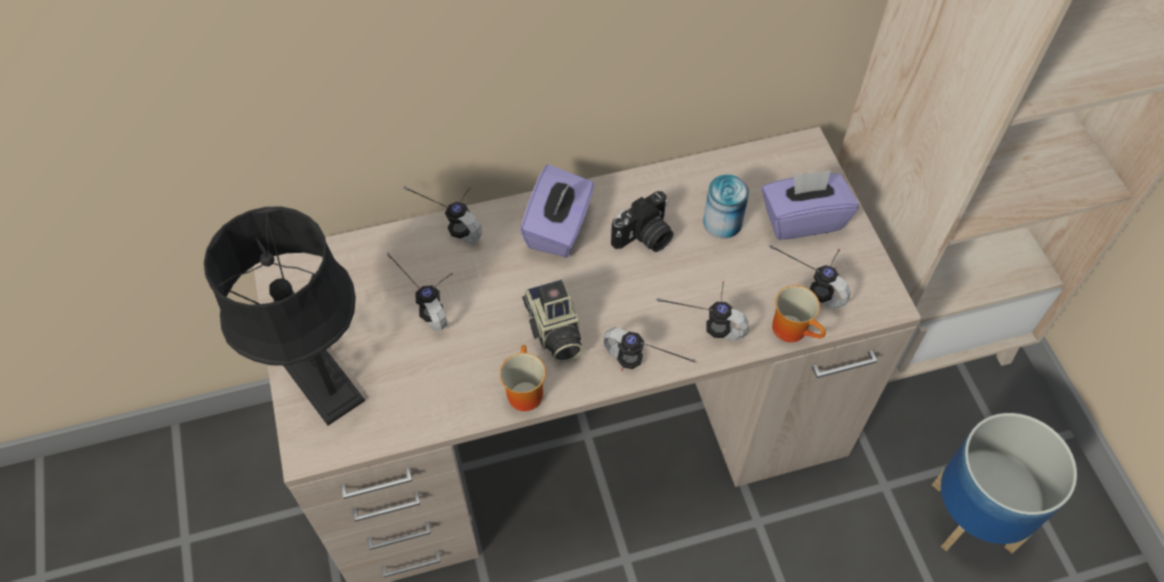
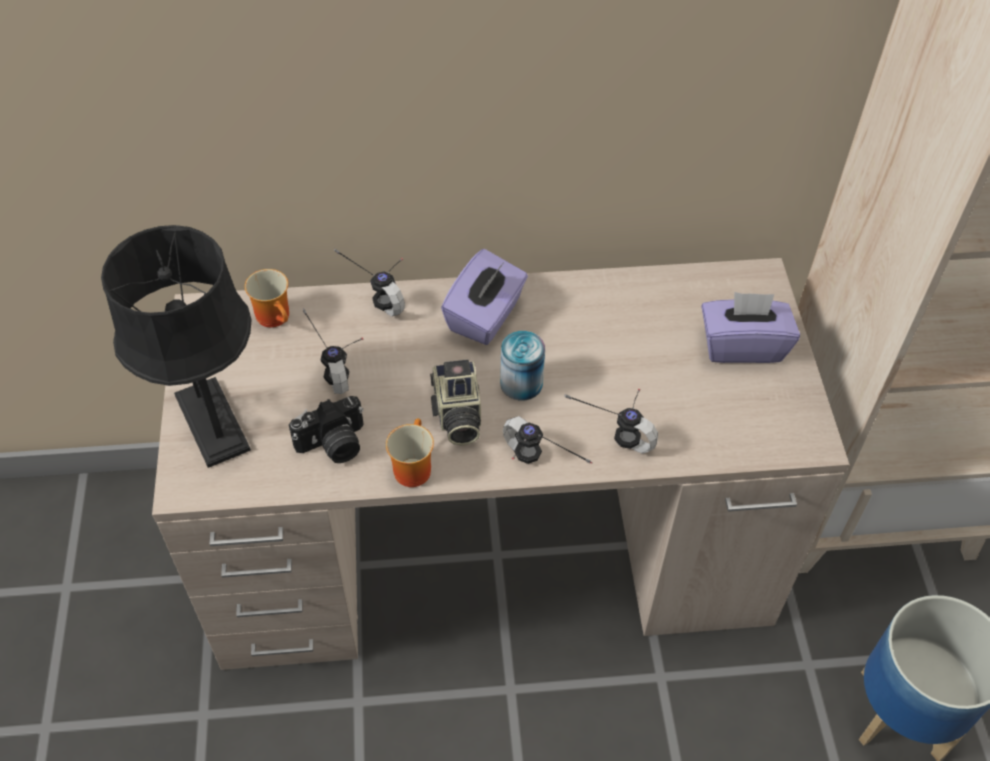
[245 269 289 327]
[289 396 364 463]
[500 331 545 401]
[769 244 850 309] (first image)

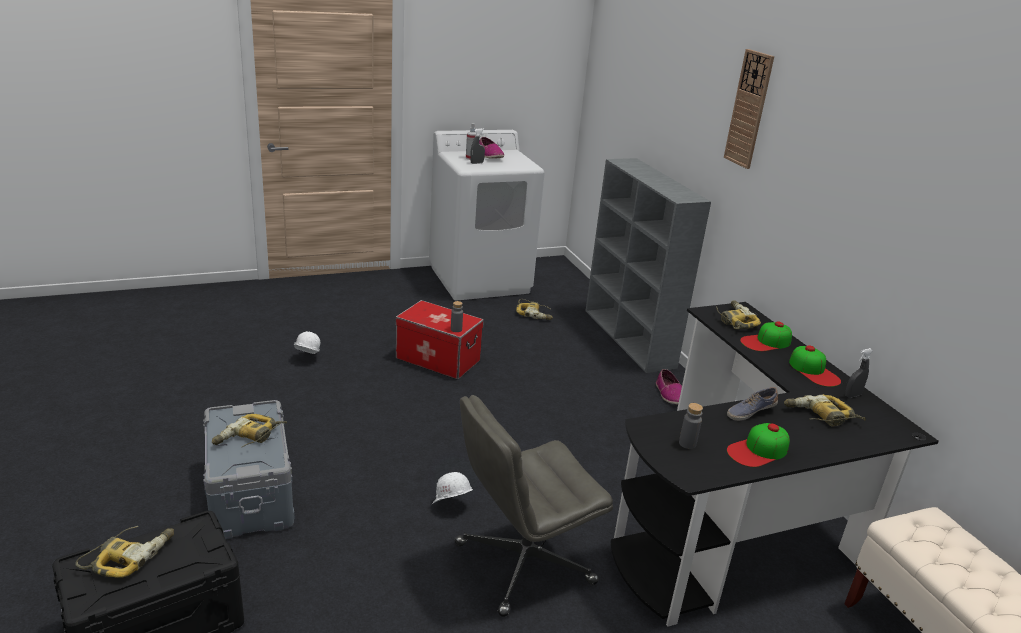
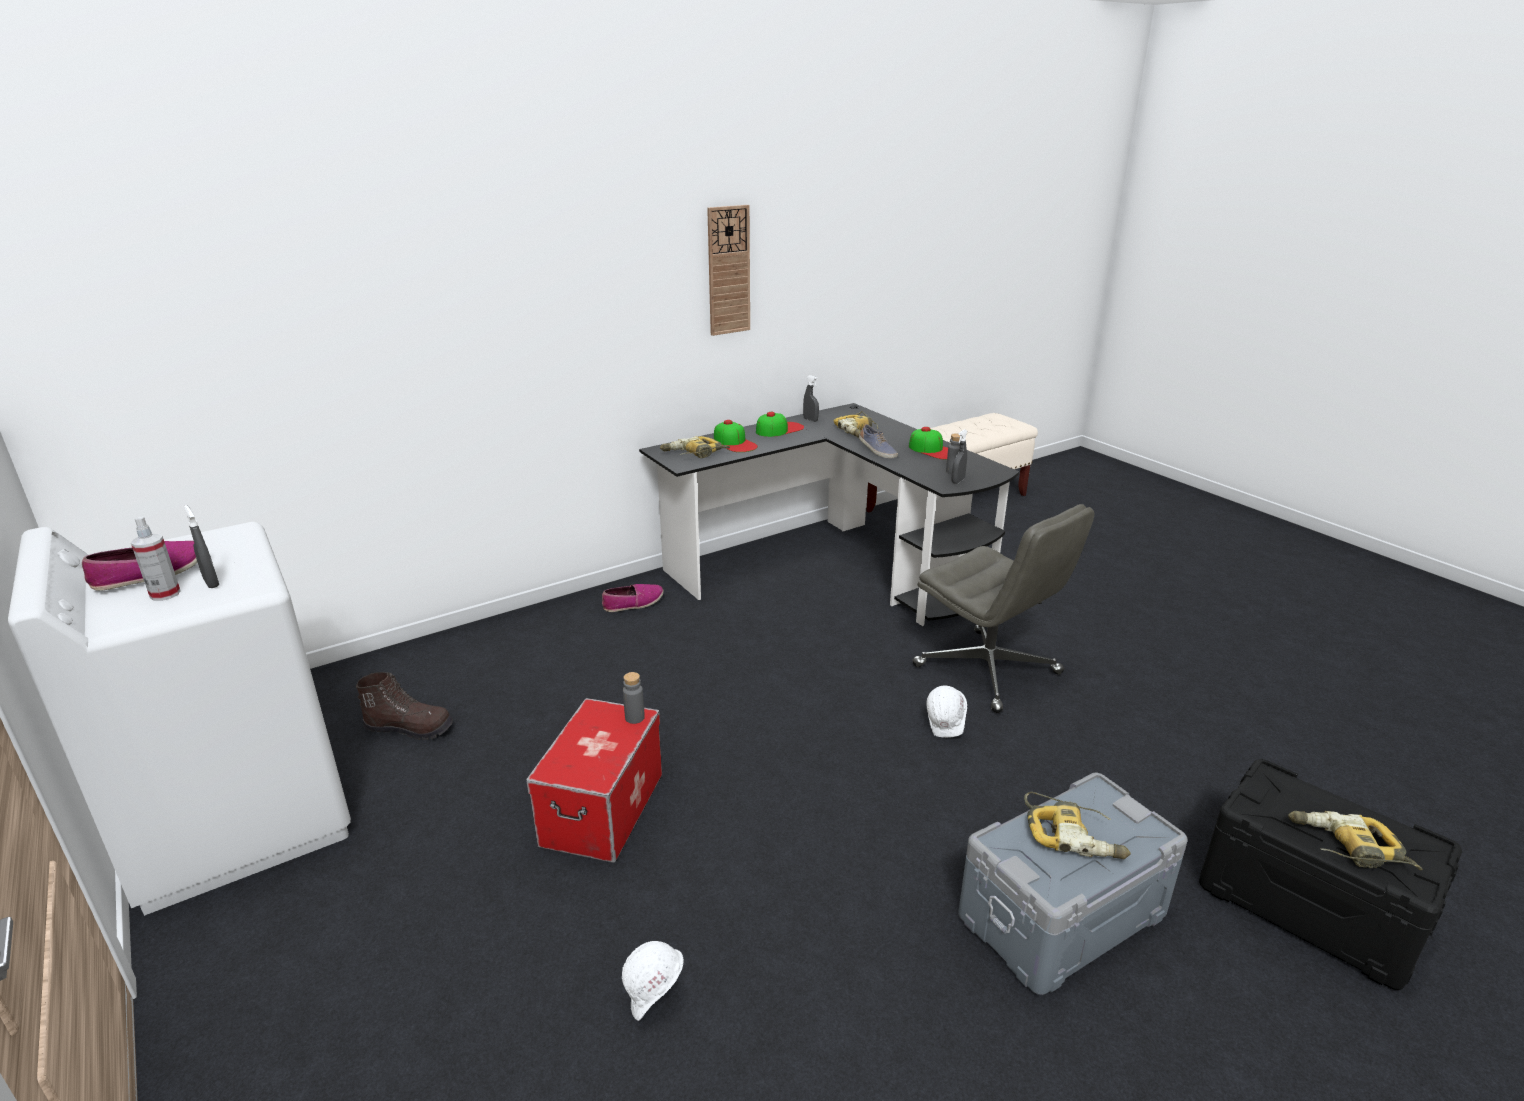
[356 672 453 740]
[707 205 750 336]
[952 429 968 484]
[586 158 711 373] (first image)

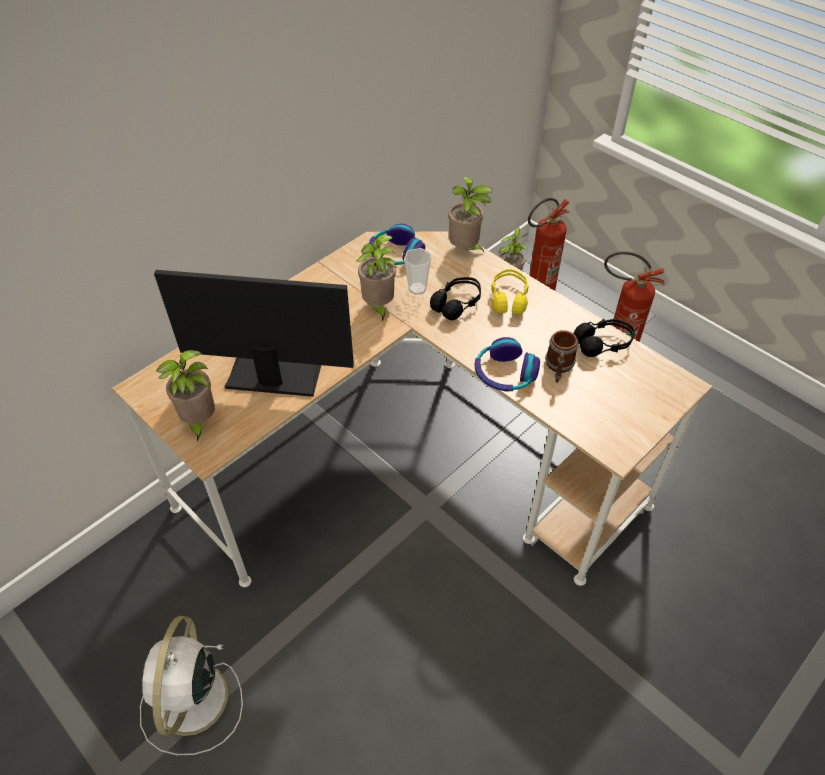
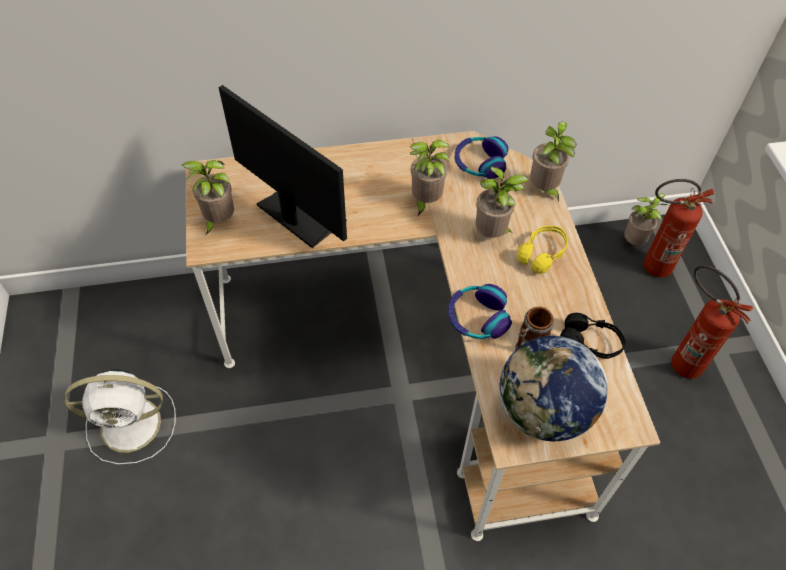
[64 369 176 465]
[476 167 529 238]
[499 336 608 441]
[404 248 432 295] (first image)

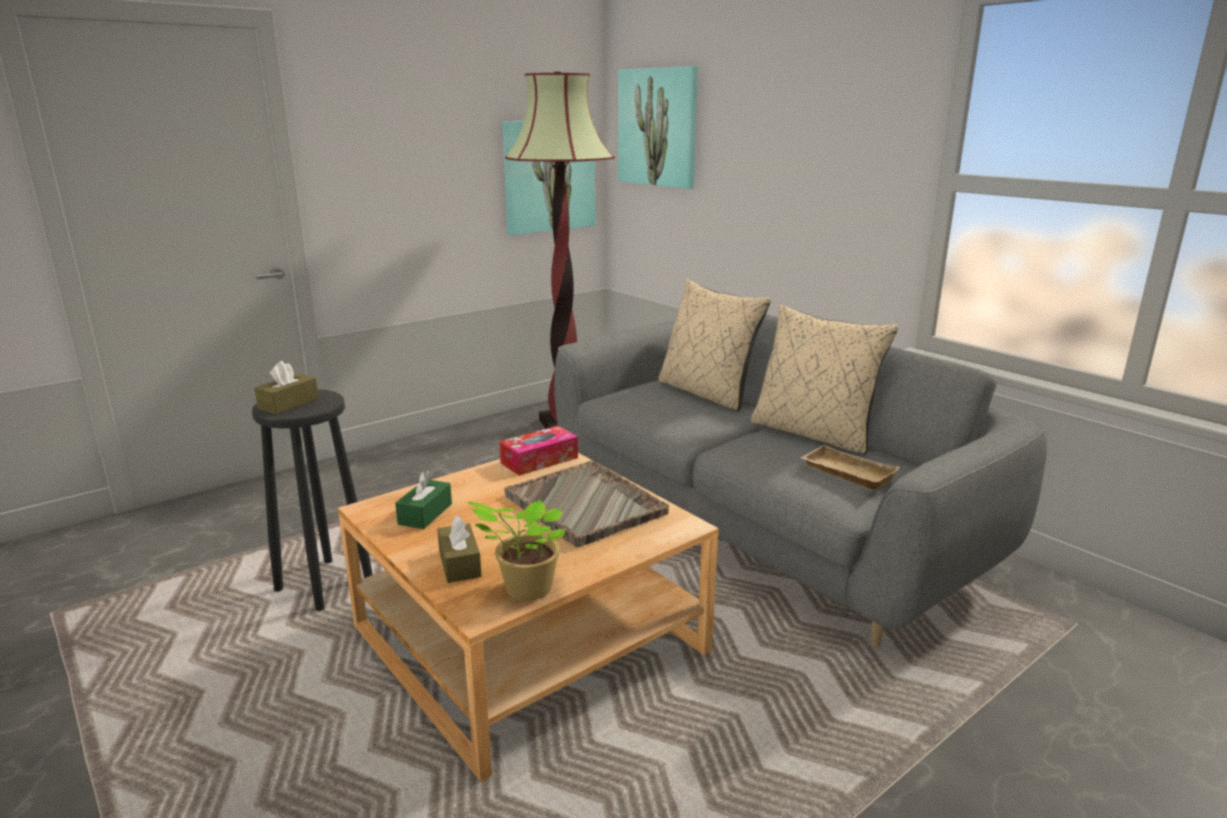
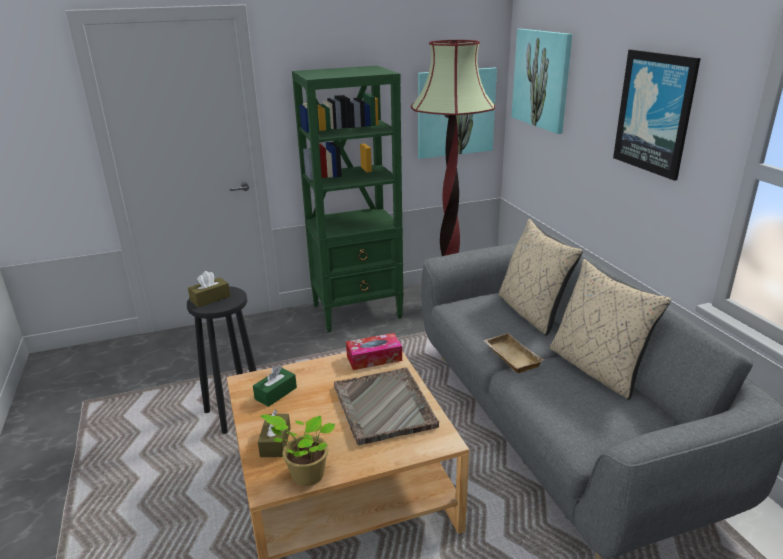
[292 66 404 332]
[483 333 544 373]
[613 49 701 181]

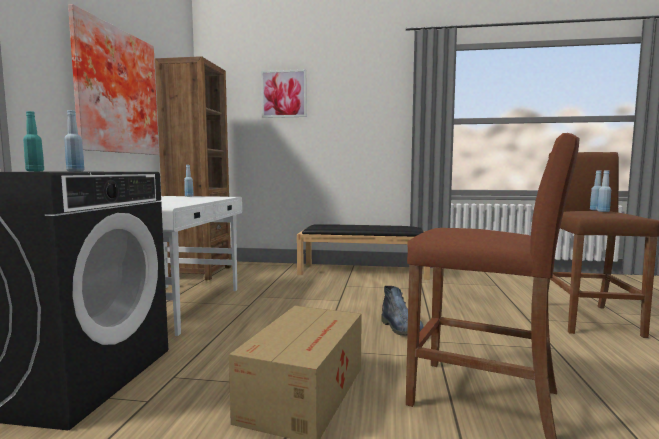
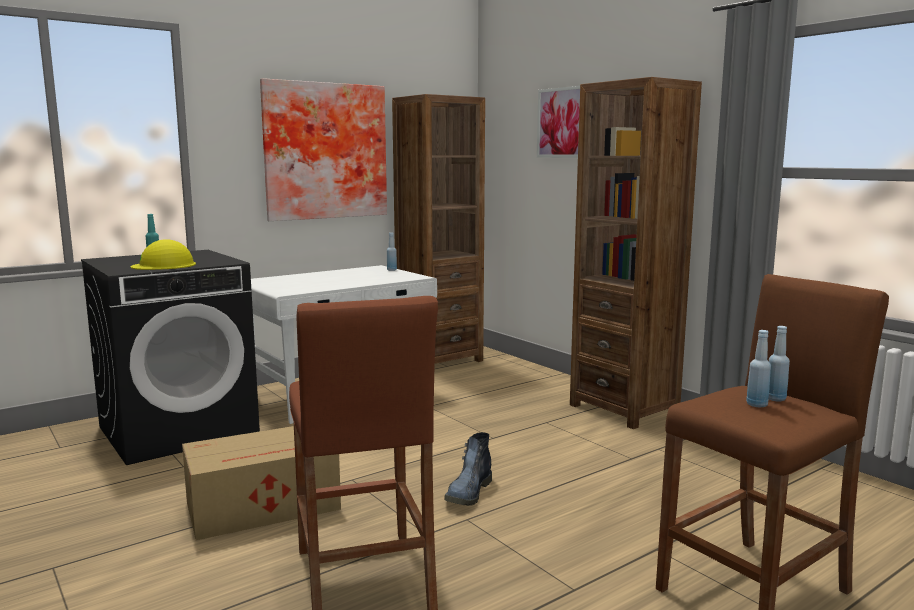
[130 239 196 270]
[570 77 702 429]

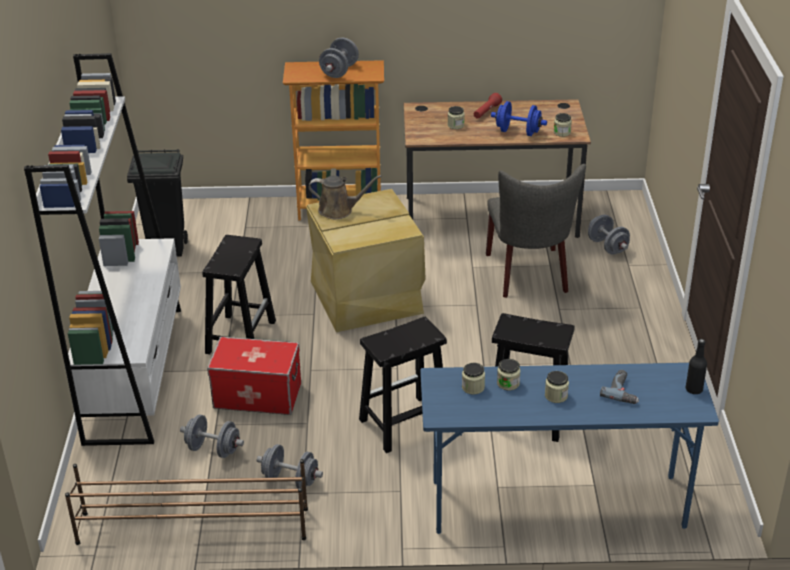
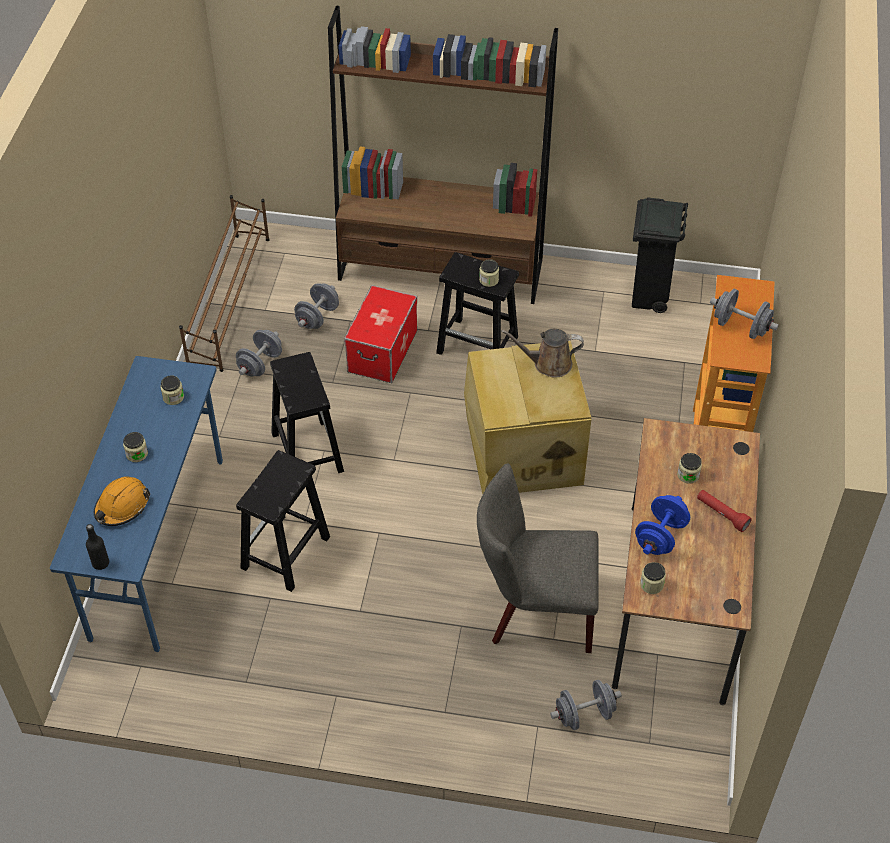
[94 476 150 526]
[328 5 558 304]
[479 259 499 287]
[501 329 584 378]

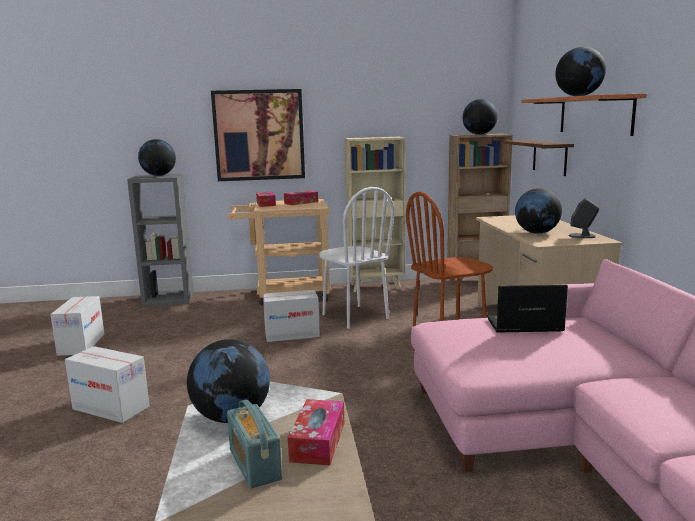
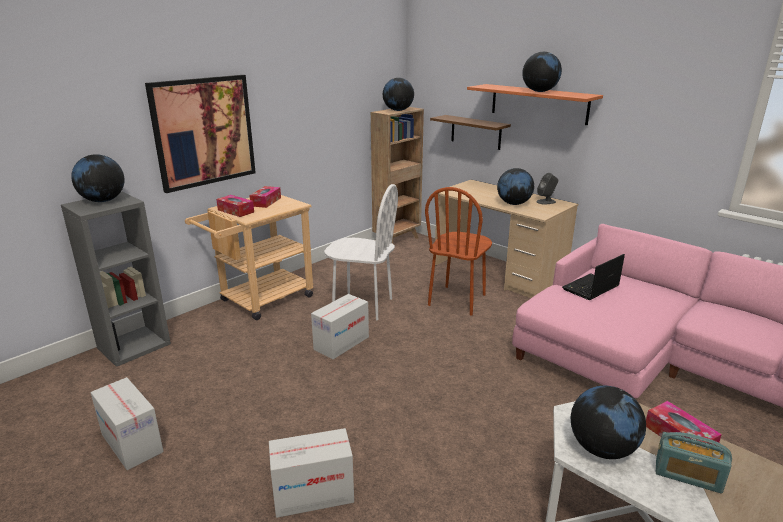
[344 137 405 292] (first image)

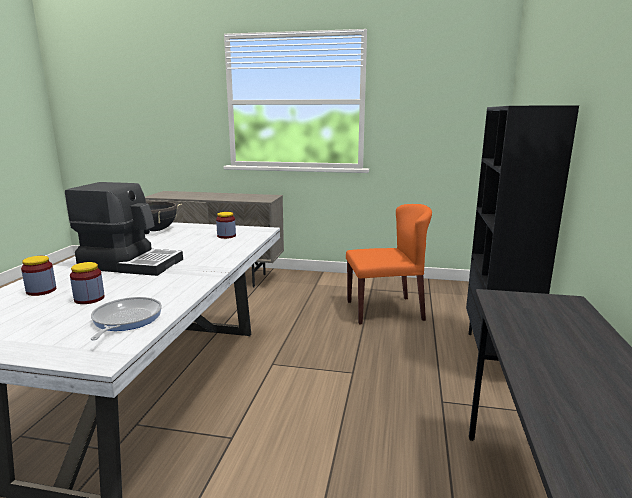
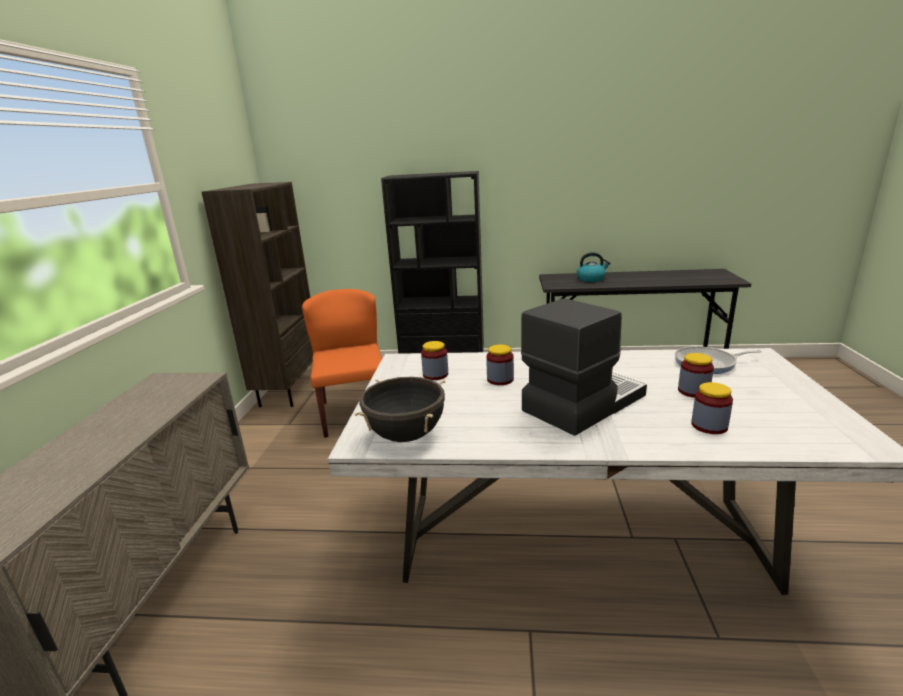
[202 182 313 407]
[486 344 514 385]
[521 298 647 436]
[577 252 610 282]

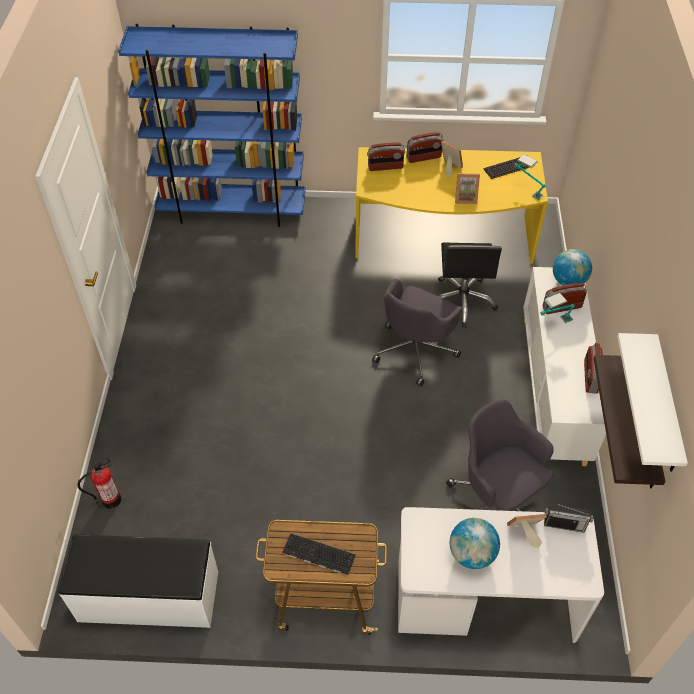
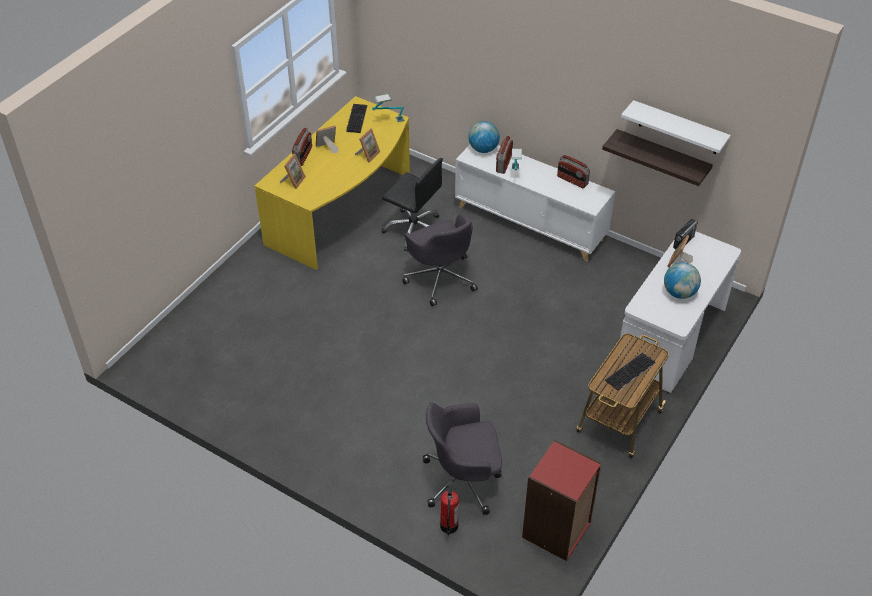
[280 154 306 189]
[423 402 502 515]
[522 440 602 561]
[118 24 306 227] (first image)

